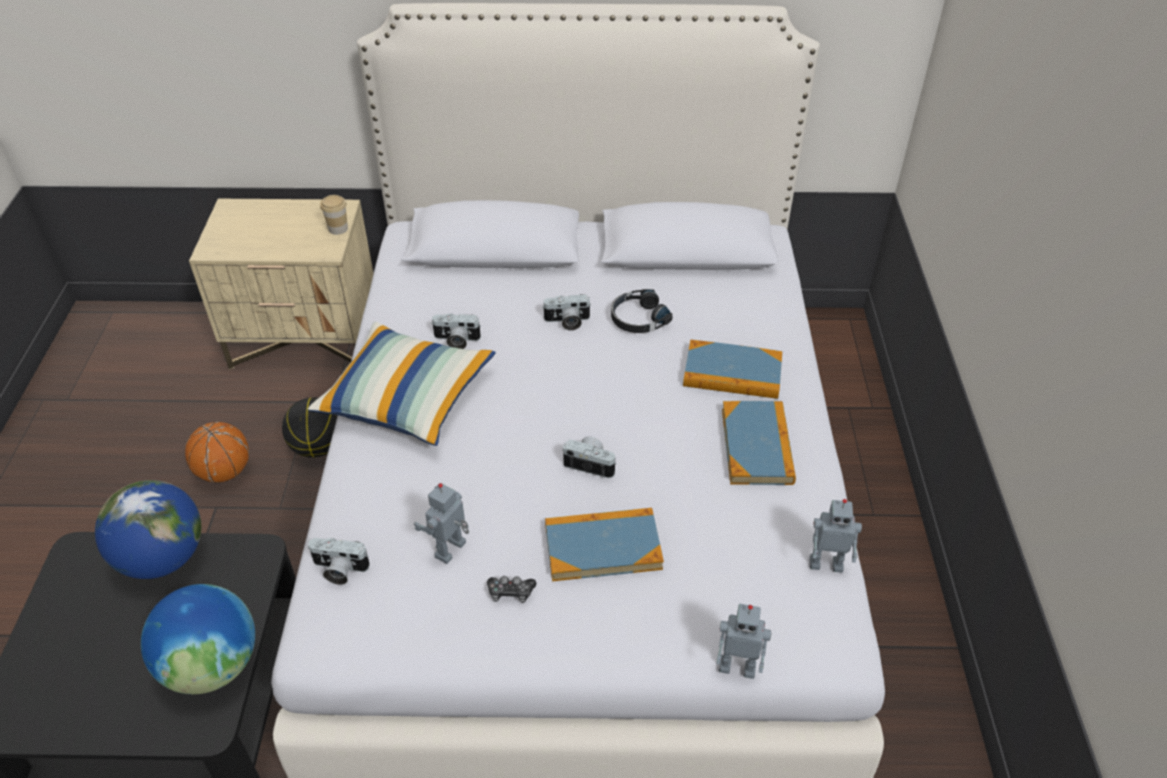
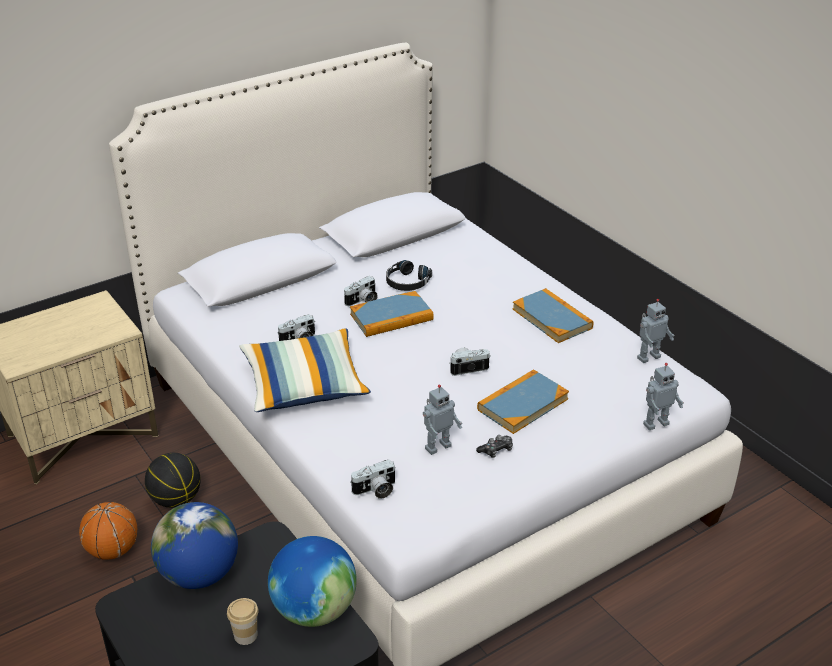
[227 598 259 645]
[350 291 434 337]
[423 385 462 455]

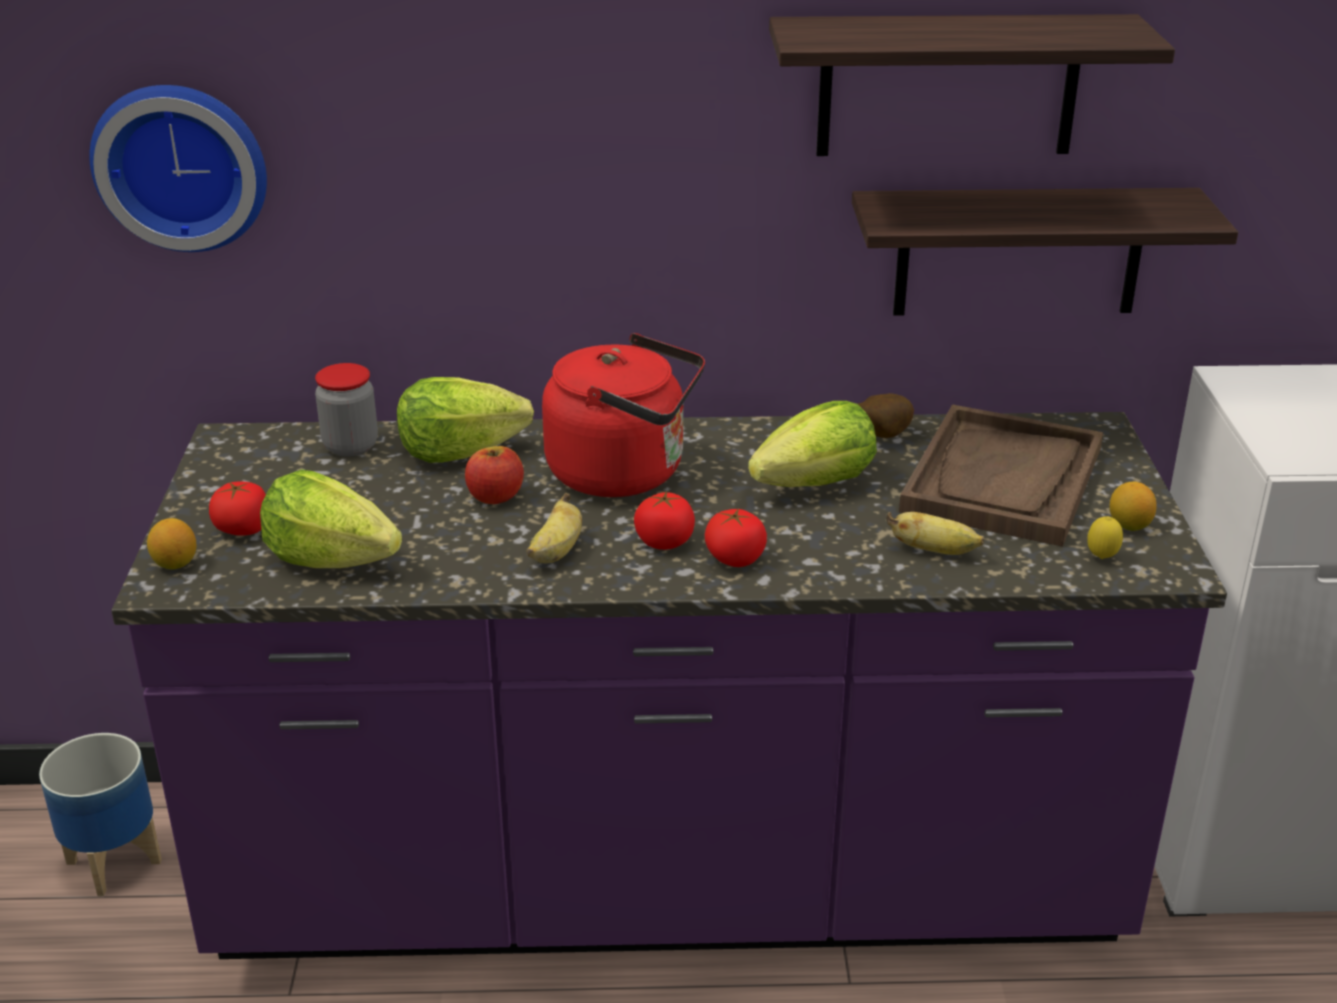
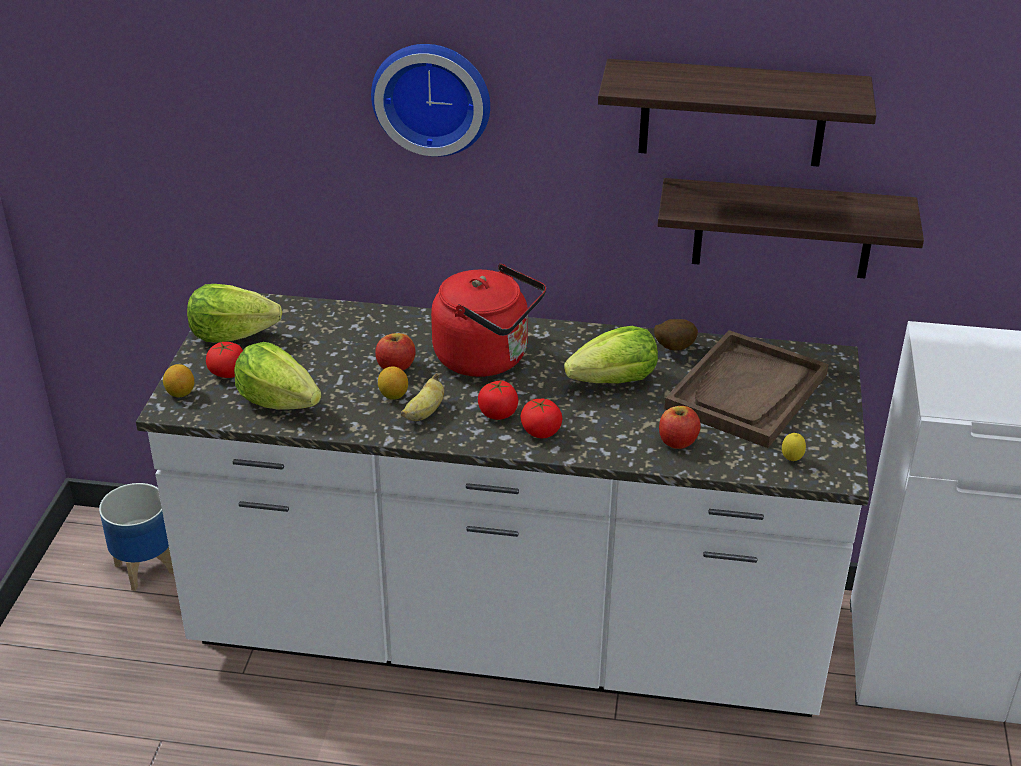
[136 293 869 717]
[187 284 282 342]
[371 44 490 157]
[378 367 408 400]
[659 406 701 449]
[315 363 378 457] (first image)

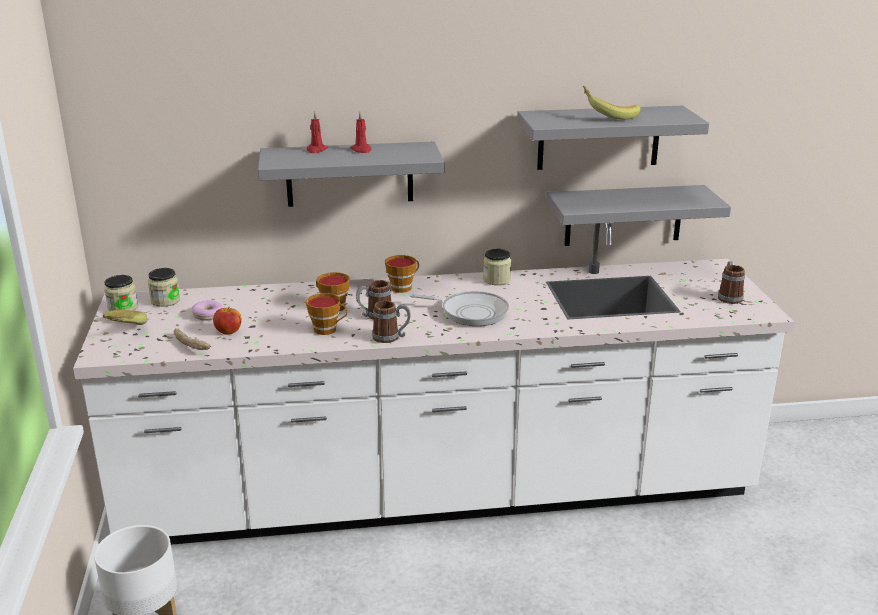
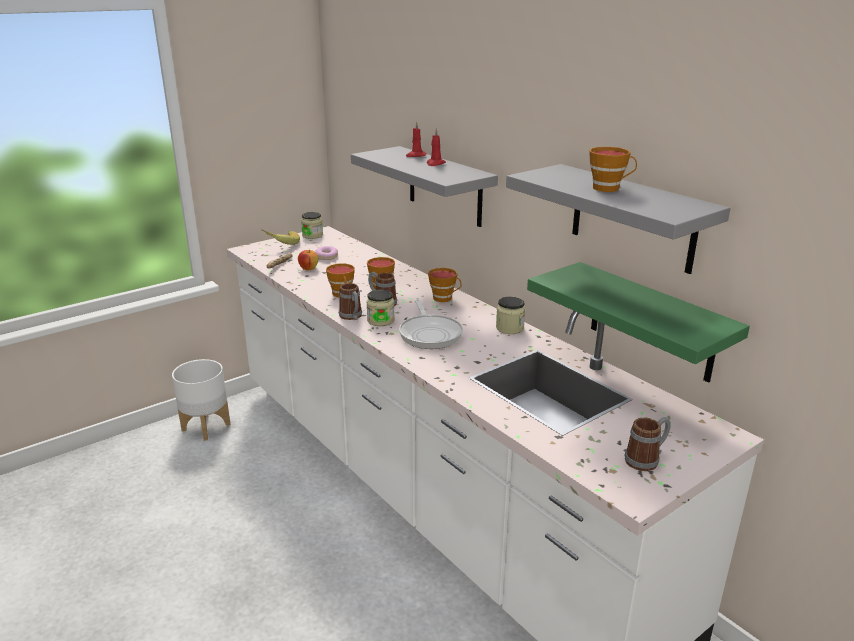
[366 289 395 326]
[527 262 750 383]
[589 147 637 192]

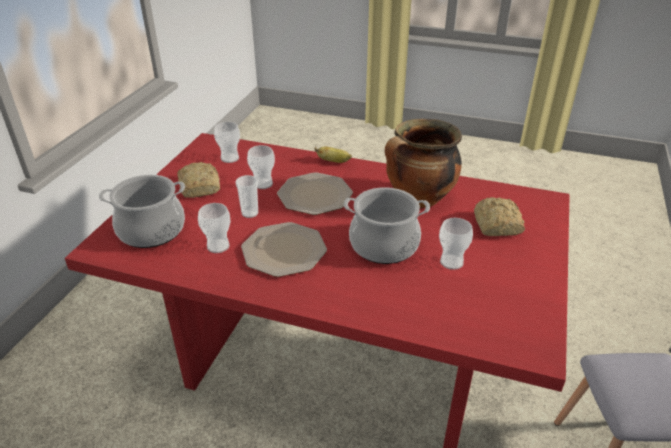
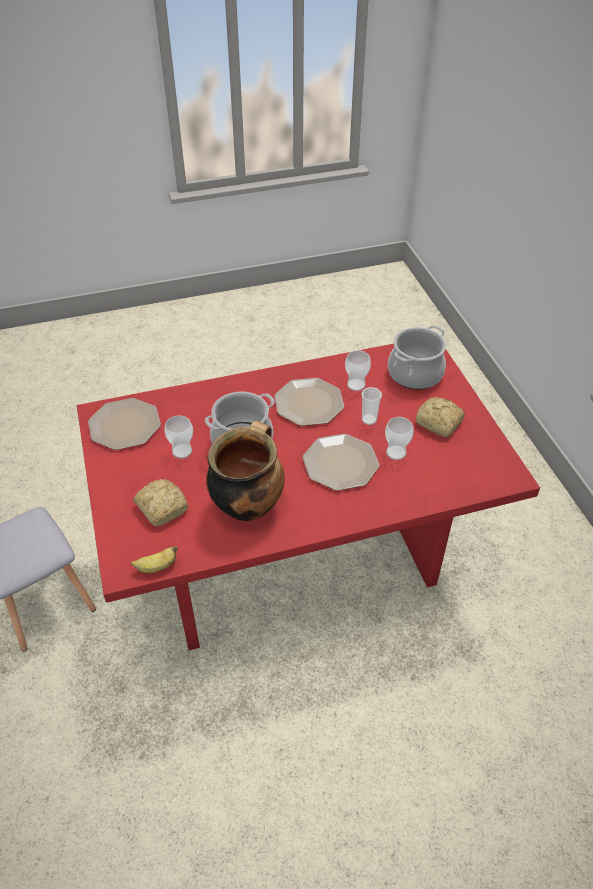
[88 398 161 450]
[131 546 178 573]
[214 122 240 163] (first image)

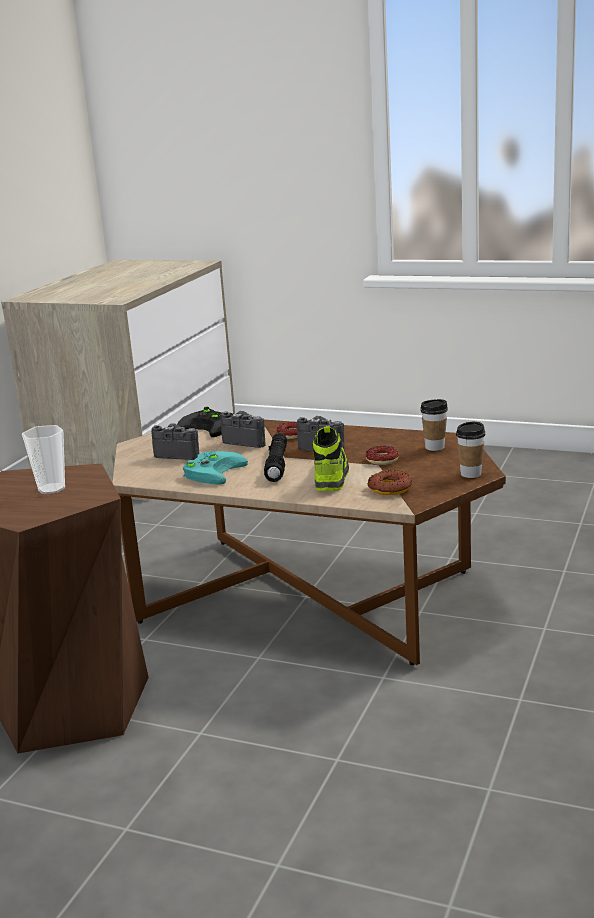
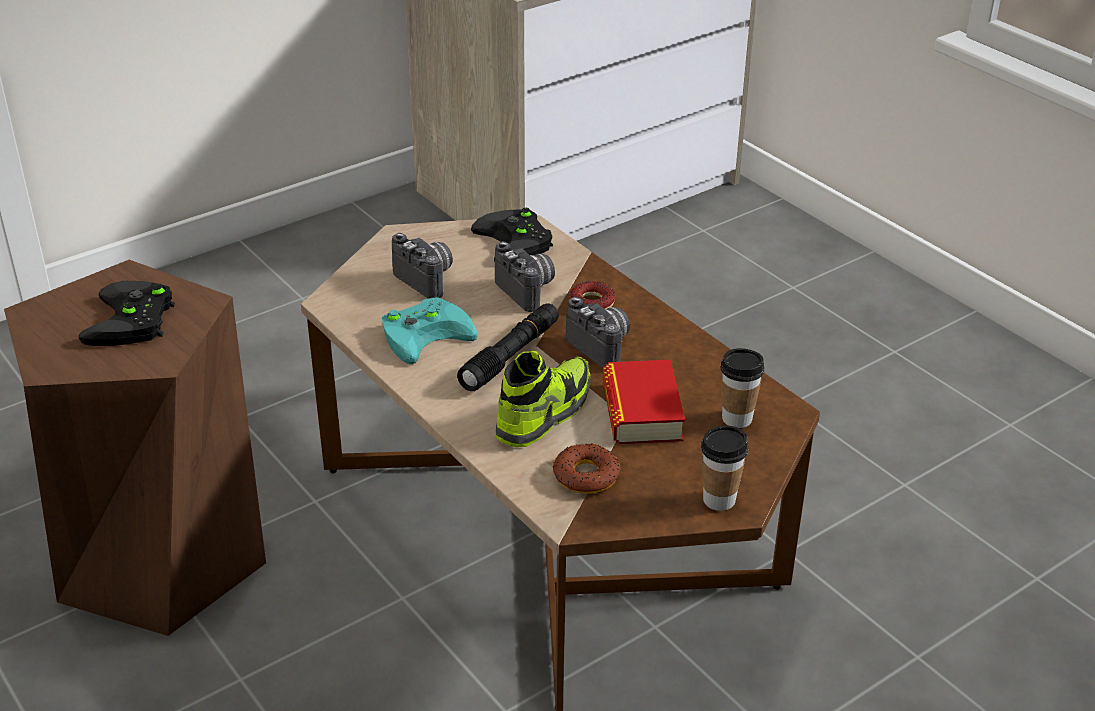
[79 281 175 346]
[603 360 685 444]

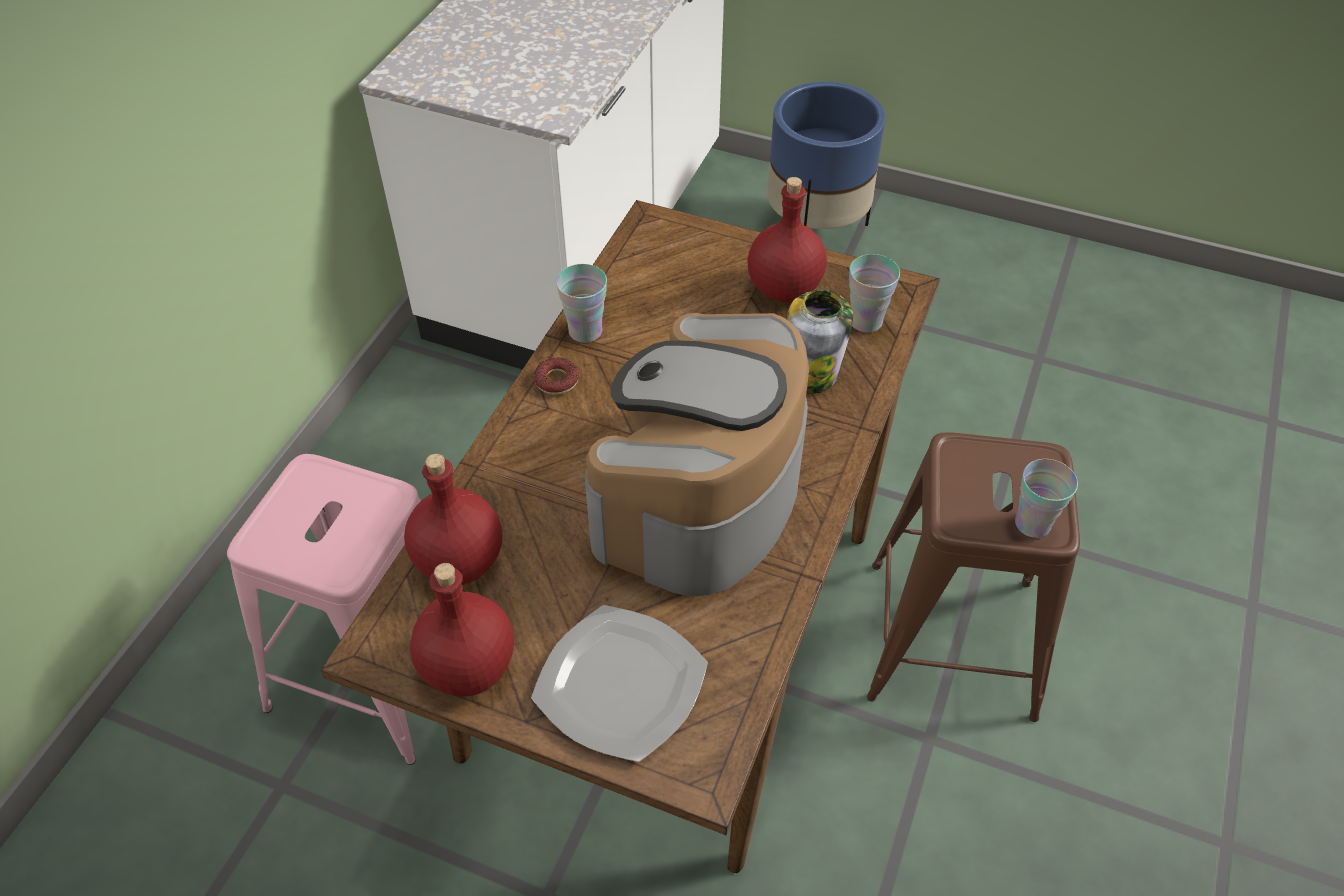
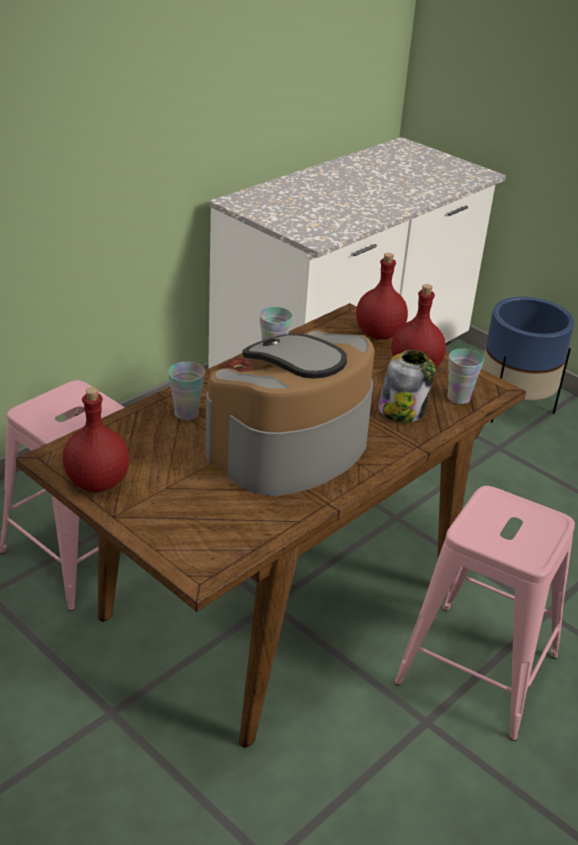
[168 362 205 420]
[356 253 408 339]
[394 486 575 741]
[531 605 708 762] (first image)

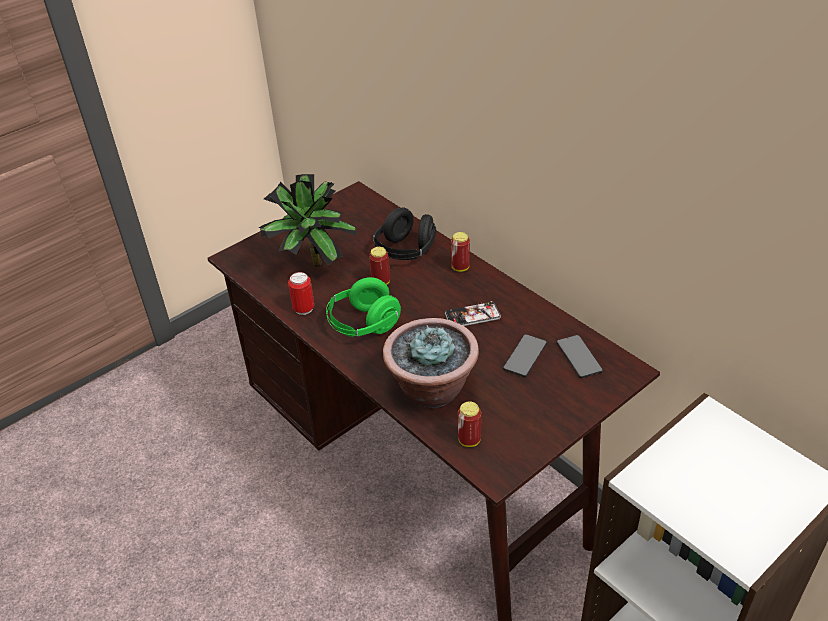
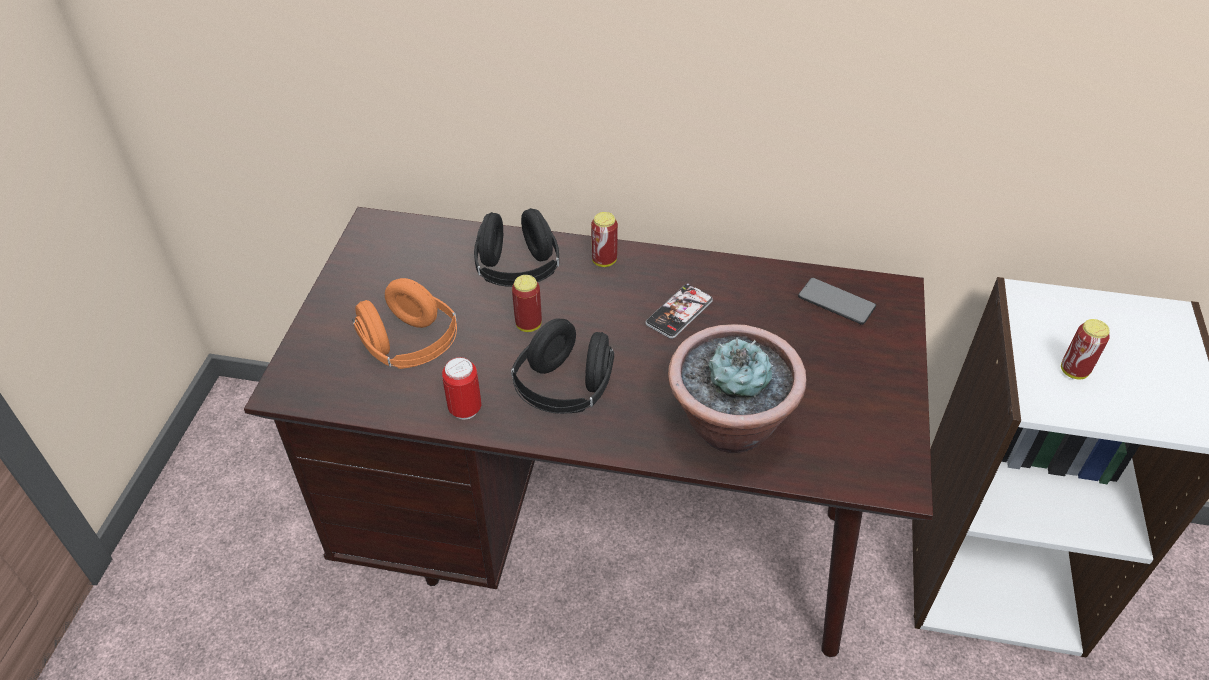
[352 278 457 369]
[511 319 614 414]
[1061 319 1110 379]
[503 334 547 377] (first image)

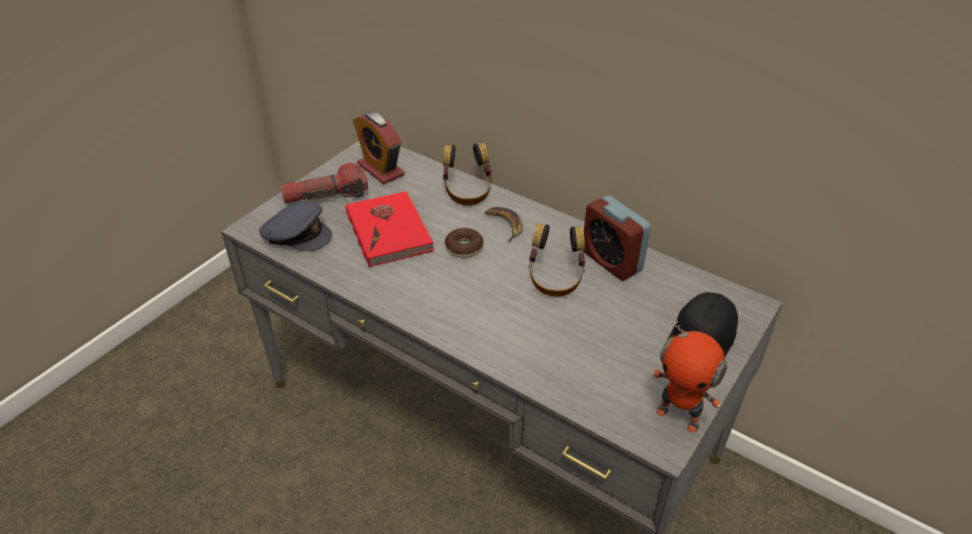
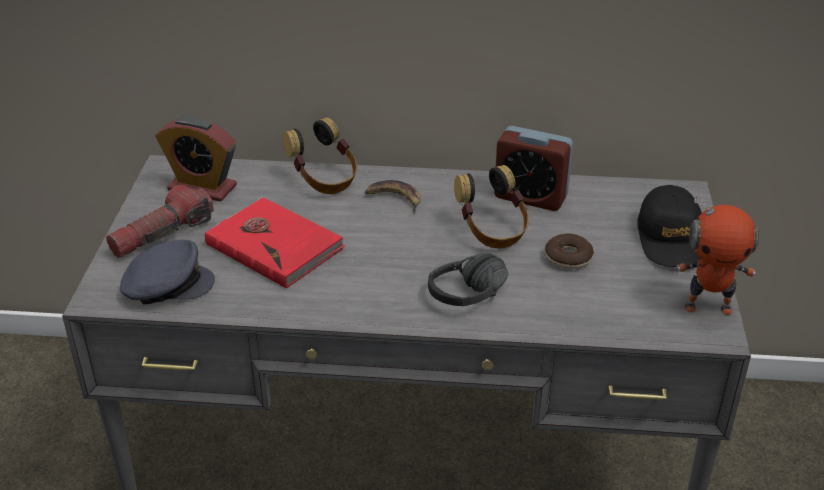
[428 253 508 306]
[545 234 594 269]

